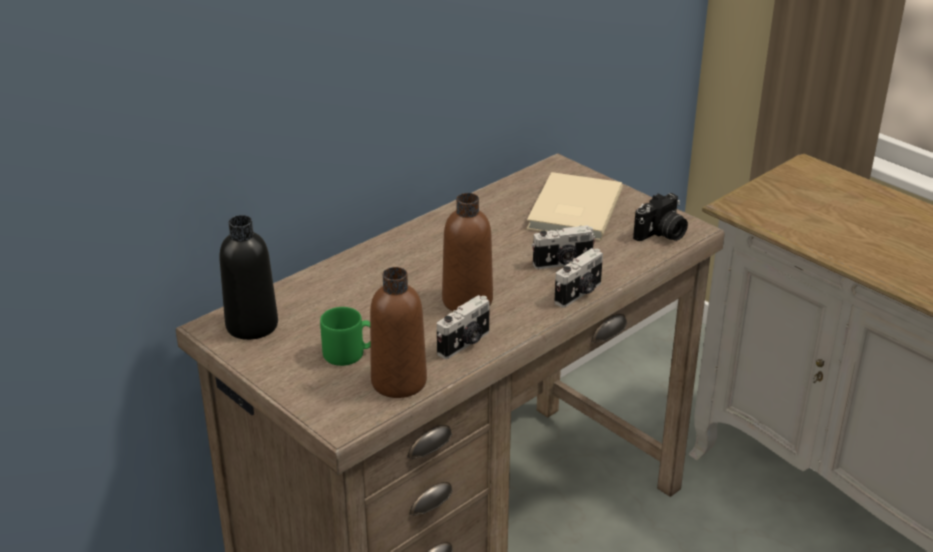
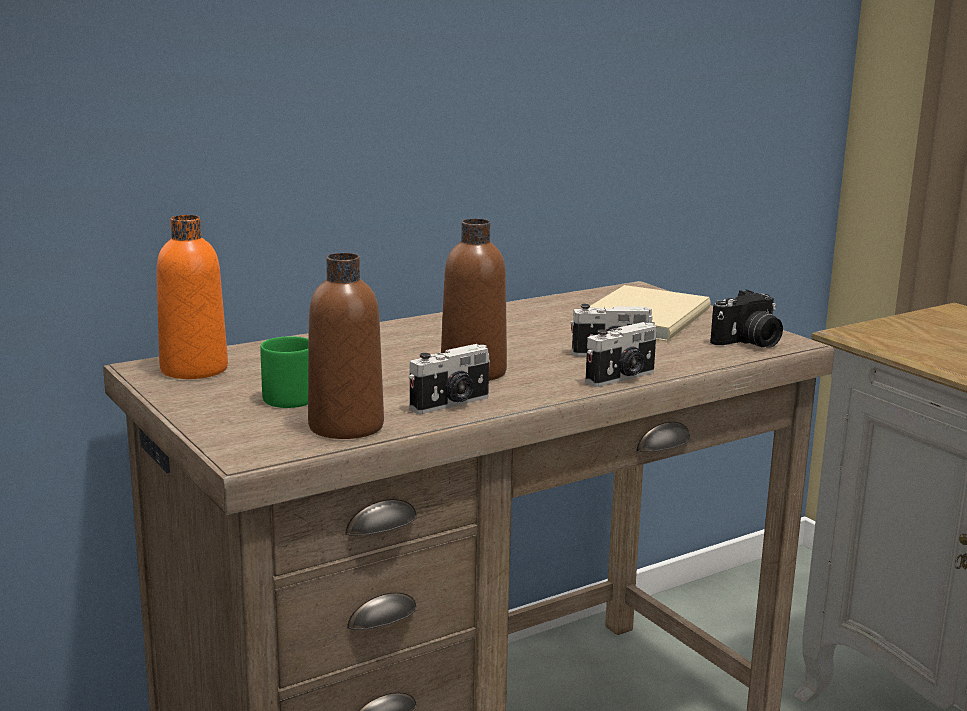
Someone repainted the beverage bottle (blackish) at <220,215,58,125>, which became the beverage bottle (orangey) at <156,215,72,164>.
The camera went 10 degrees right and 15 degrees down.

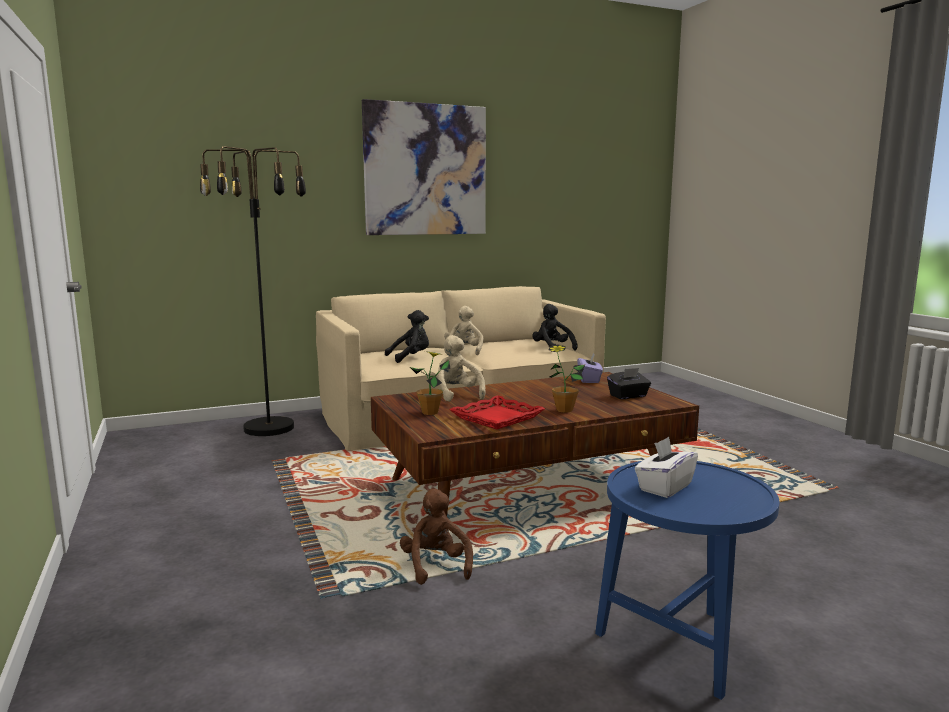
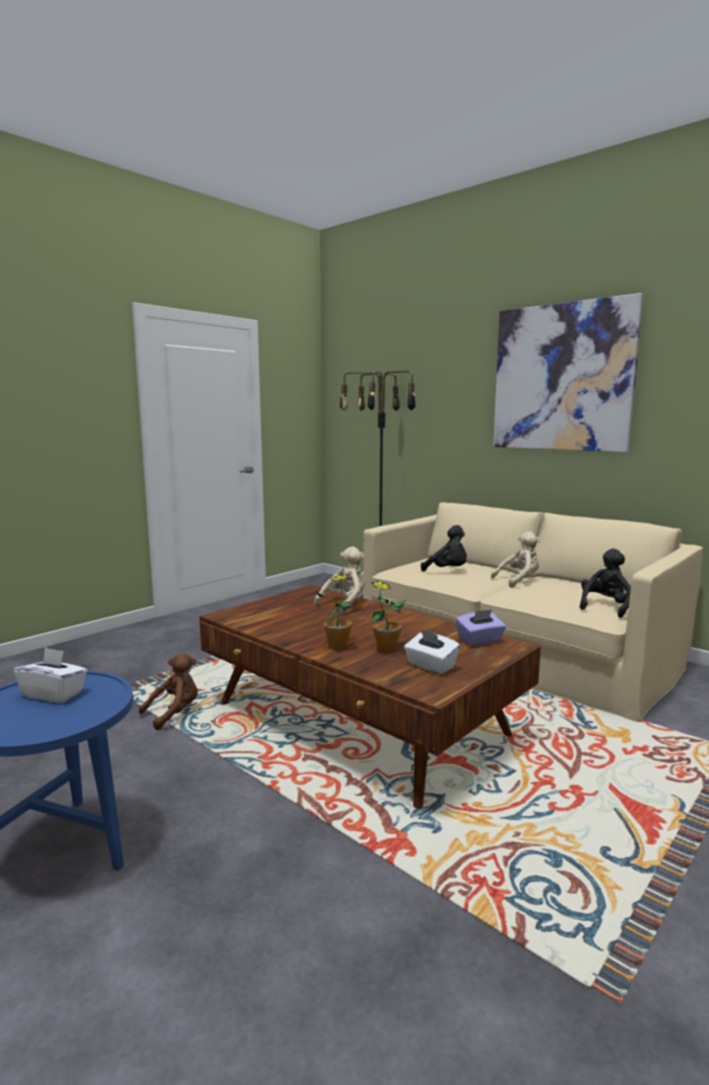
Someone carried the potted plant from <410,351,40,64> to <371,581,36,71>.
Someone repainted the box of tissues (blackish) at <607,368,44,31>, which became the box of tissues (whitish) at <404,629,56,45>.
Someone took away the carrying tray (reddish) at <449,395,96,34>.
The camera went 65 degrees right and 0 degrees up.

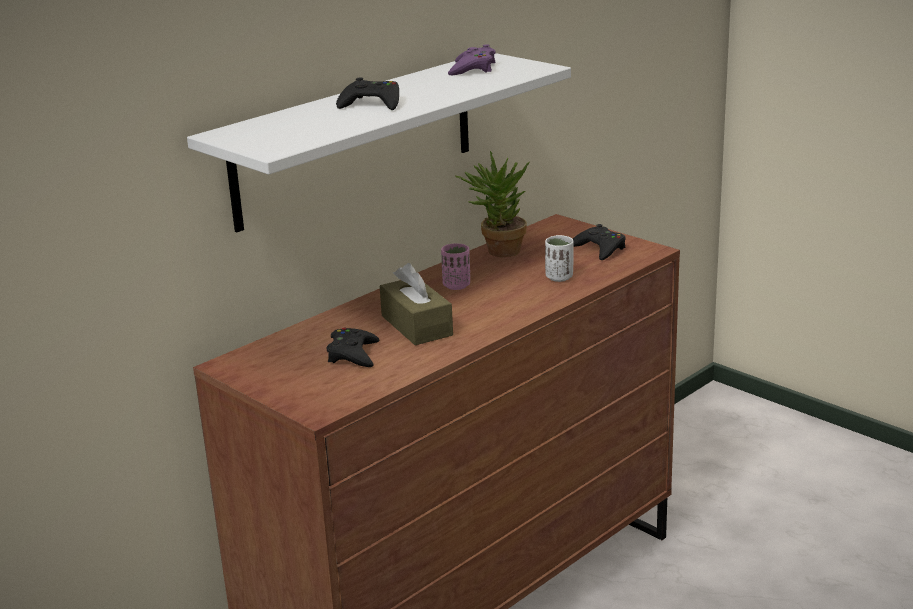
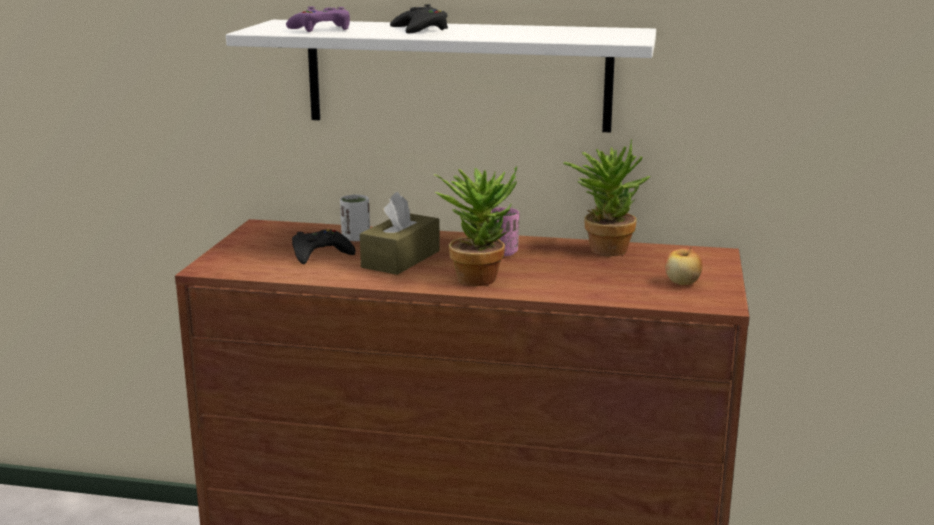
Someone carried the game controller (purple) from <448,44,47,31> to <286,7,64,25>.
Someone swapped the game controller (blackish) at <573,224,52,36> for the apple at <665,247,37,38>.
Someone carried the drinking cup (whitish) from <545,235,29,47> to <340,195,30,46>.
Someone put down the potted plant at <434,166,83,120>.
The camera went 55 degrees right and 5 degrees down.

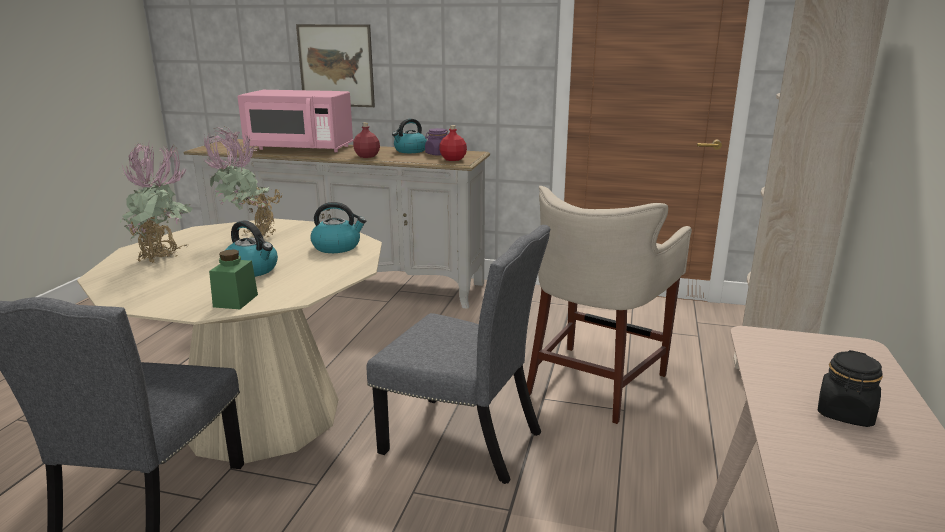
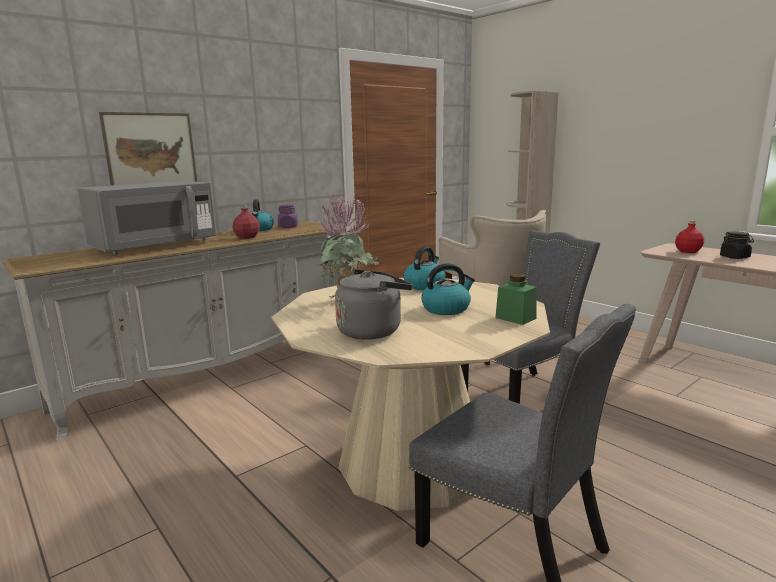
Someone repainted the microwave (pink-coloured) at <238,90,116,62>, which became the microwave (grey) at <78,181,138,74>.
Someone carried the beverage bottle (reddish) from <439,125,28,36> to <675,220,29,33>.
Someone swapped the potted plant at <120,143,73,120> for the water kettle (grey) at <335,269,78,71>.
The camera went 55 degrees left and 5 degrees down.

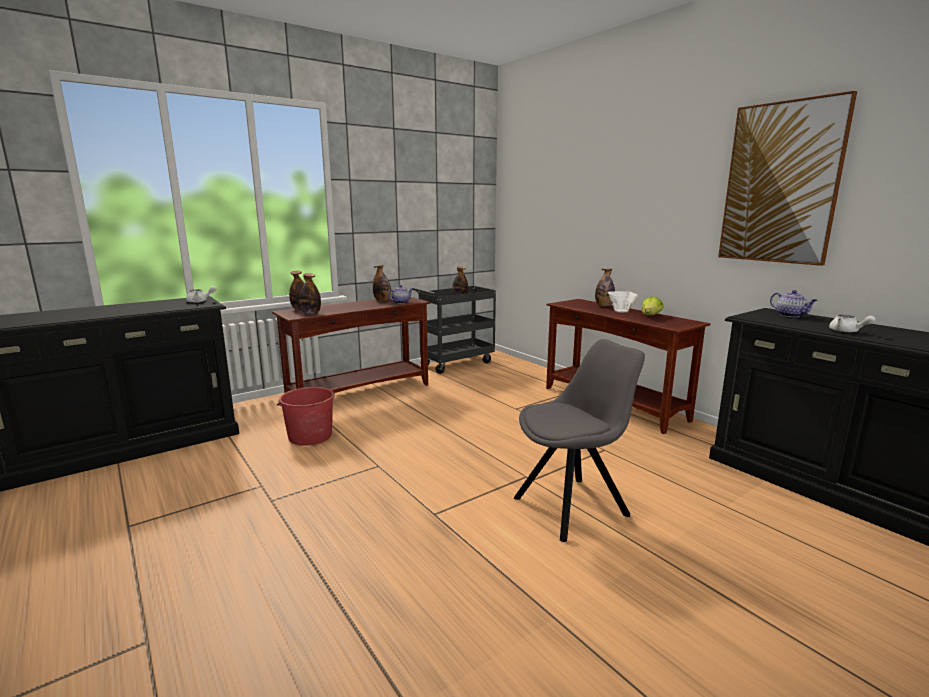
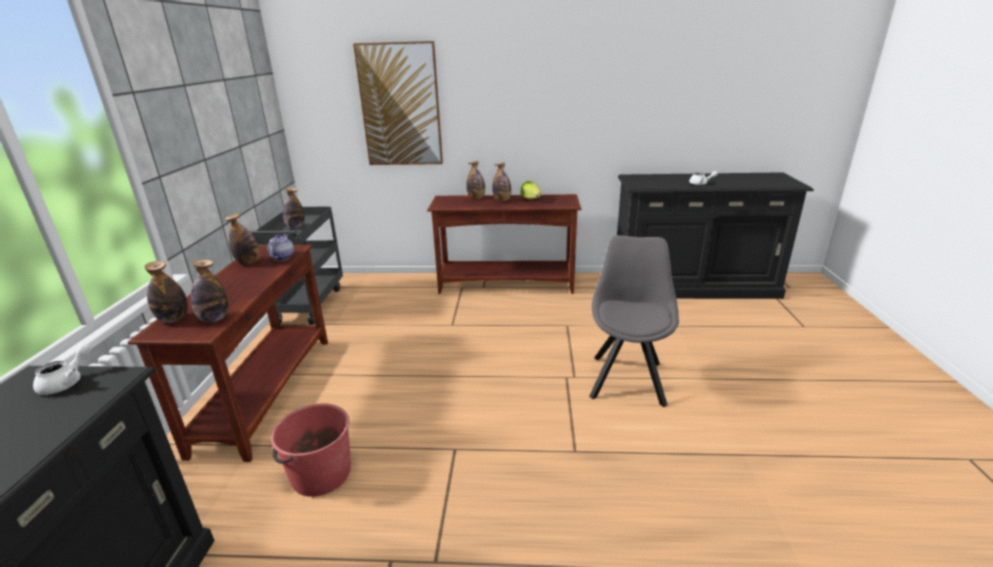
Someone carried the wall art from <718,91,139,175> to <353,41,90,124>.
Someone took away the tea pot at <770,290,47,27>.
Someone swapped the deep dish at <608,291,30,22> for the beverage bottle at <492,163,19,38>.
The camera went 50 degrees left and 10 degrees up.

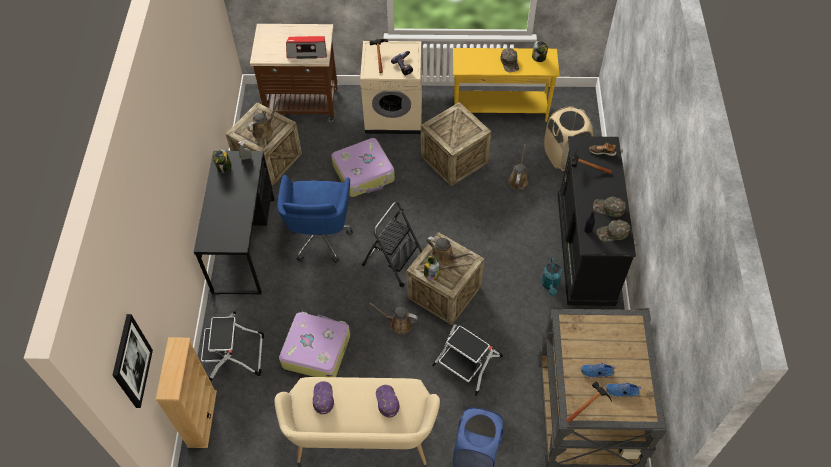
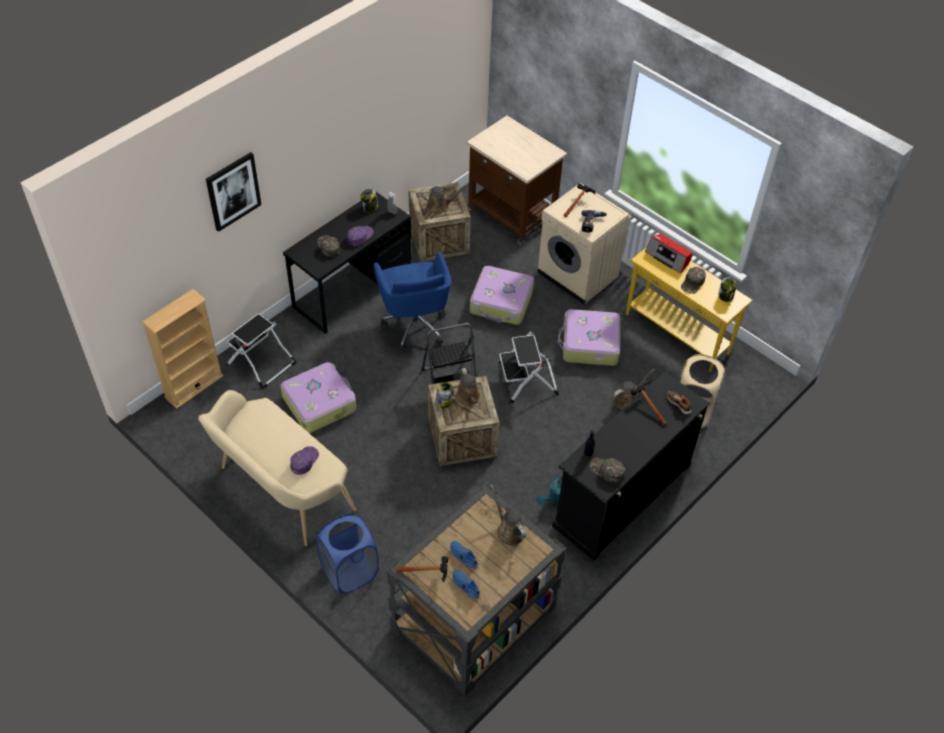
Someone carried the radio set from <286,36,41,23> to <645,234,48,39>.
Someone swapped the crate at <421,102,70,84> for the suitcase at <557,309,63,57>.
Someone rotated the computer chair (blue) at <277,175,76,88> by 60 degrees counterclockwise.
Someone carried the peaked cap (green) from <593,197,33,20> to <317,235,23,22>.
Someone carried the watering pot (brown) from <369,303,49,31> to <490,484,37,61>.
Someone carried the wall art from <112,314,41,94> to <206,152,56,80>.
Someone carried the step ladder from <432,323,71,73> to <499,330,60,74>.
Someone carried the peaked cap (purple) from <313,381,21,33> to <347,226,27,20>.
The camera went 40 degrees right and 5 degrees down.

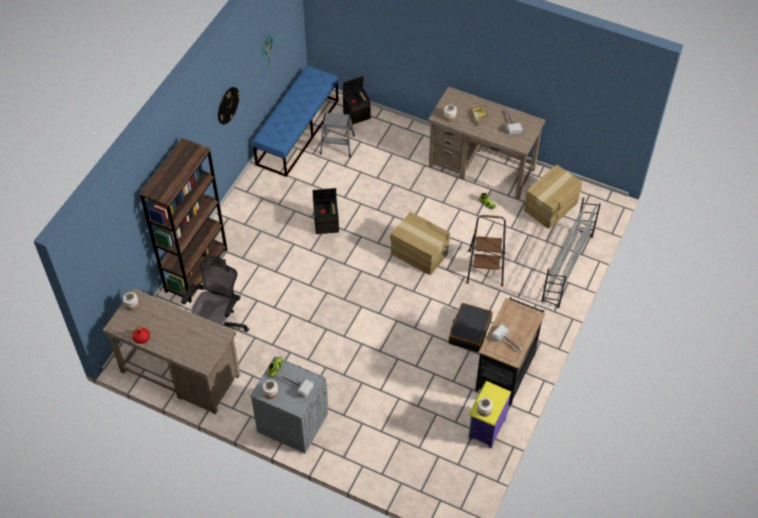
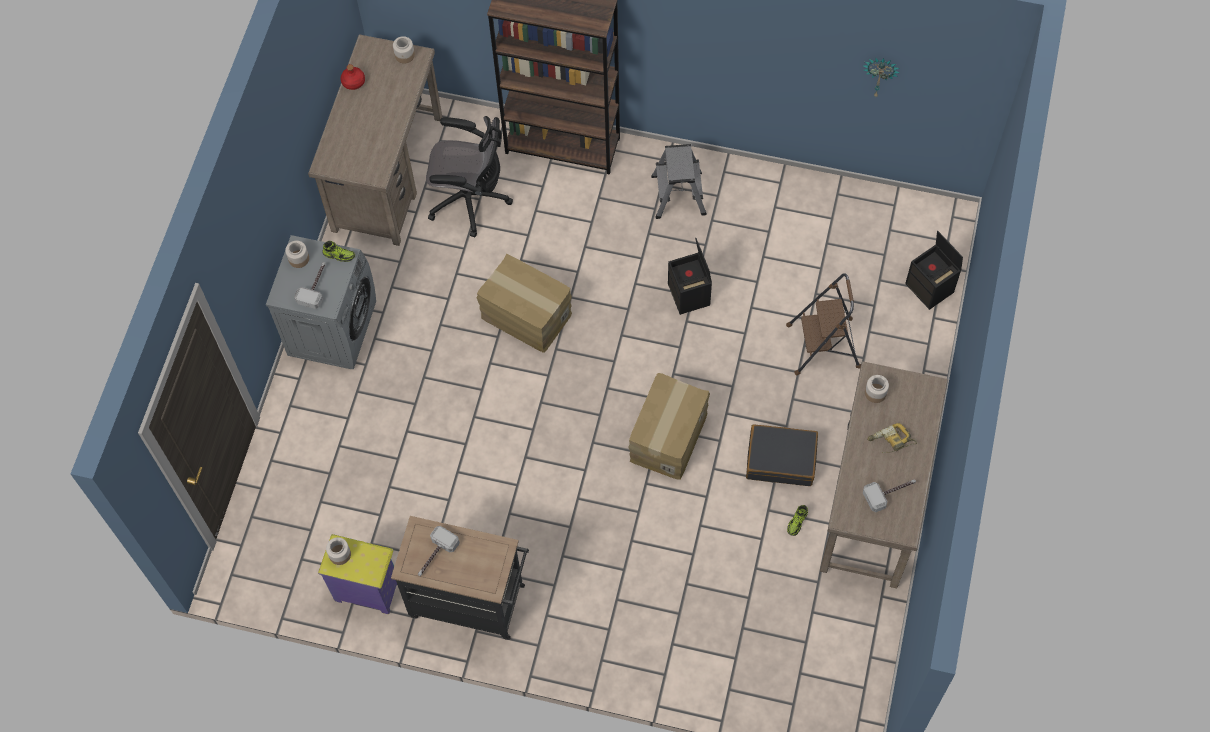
Someone took away the long seat (blue) at <252,66,86,111>.
Someone took away the clock on the wall at <218,87,22,37>.
Someone carried the step ladder (grey) from <320,112,35,46> to <651,144,56,75>.
Someone carried the packing box from <524,165,58,64> to <476,254,96,99>.
Someone took away the shoe shelf (grey) at <541,197,60,112>.
Someone carried the step ladder (brown) from <466,215,40,72> to <786,273,75,102>.
Someone carried the suitcase (blackish) from <448,303,45,49> to <746,424,72,62>.
The camera went 80 degrees right and 10 degrees up.

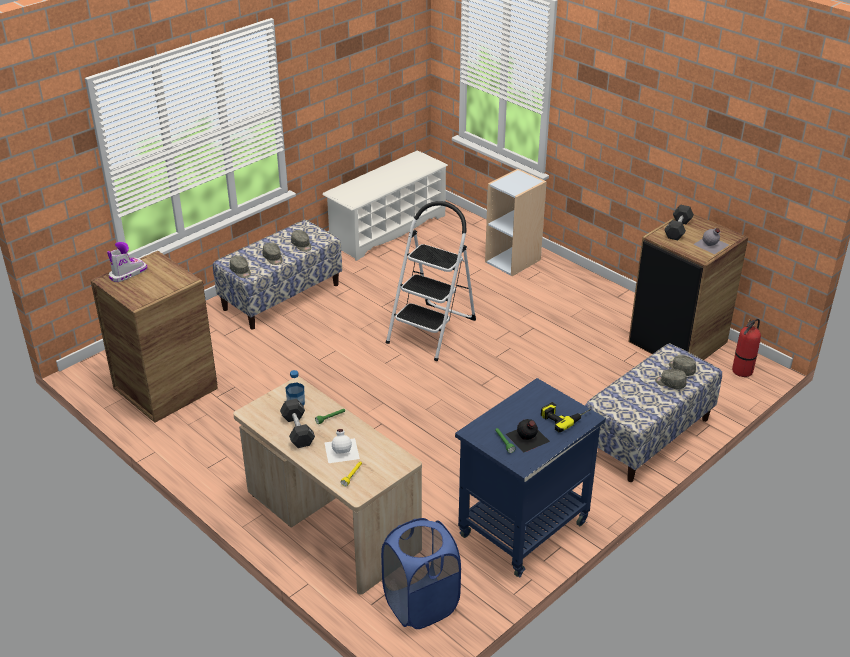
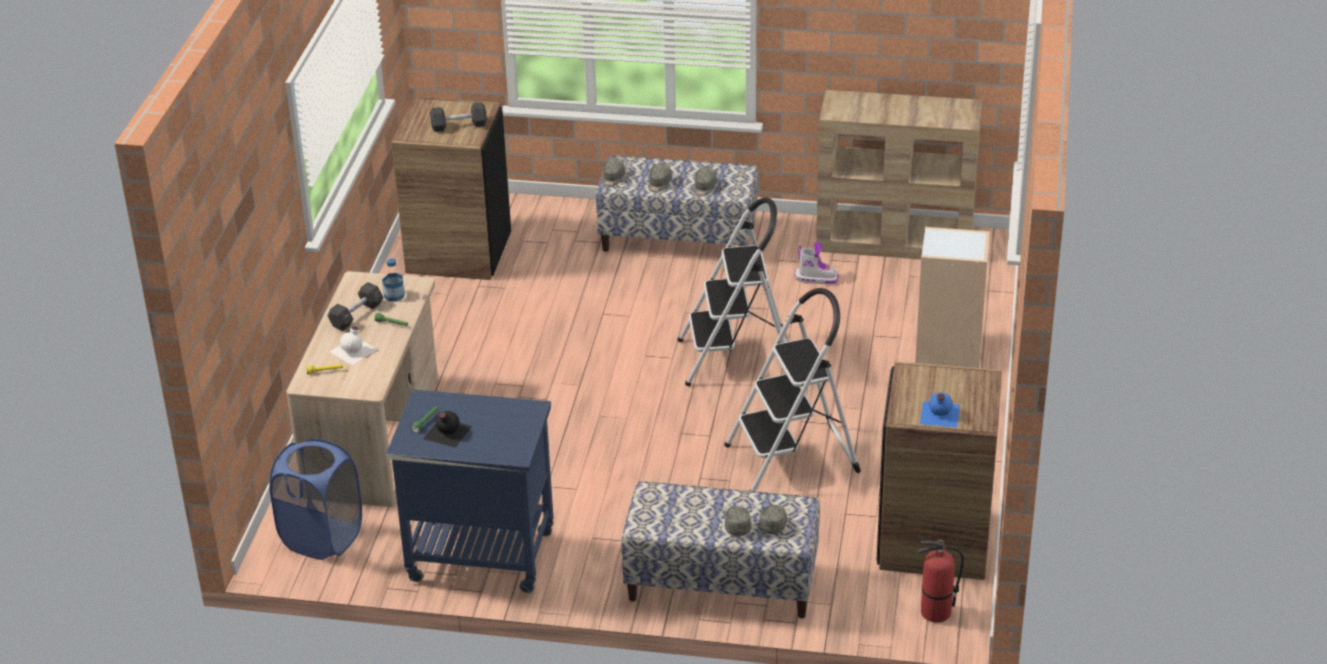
Someone swapped the shoe shelf (whitish) at <322,150,126,111> for the shelving unit (brown) at <816,90,166,169>.
Someone carried the hand weight (blackish) from <665,205,29,35> to <430,102,57,30>.
Someone repainted the beverage bottle (grey) at <693,228,36,26>, which became the beverage bottle (blue) at <920,392,40,36>.
Someone carried the boot from <107,242,40,40> to <795,242,43,42>.
Someone took away the electric drill at <541,402,50,31>.
Someone put down the step ladder at <724,288,137,203>.
The camera went 55 degrees right and 0 degrees up.

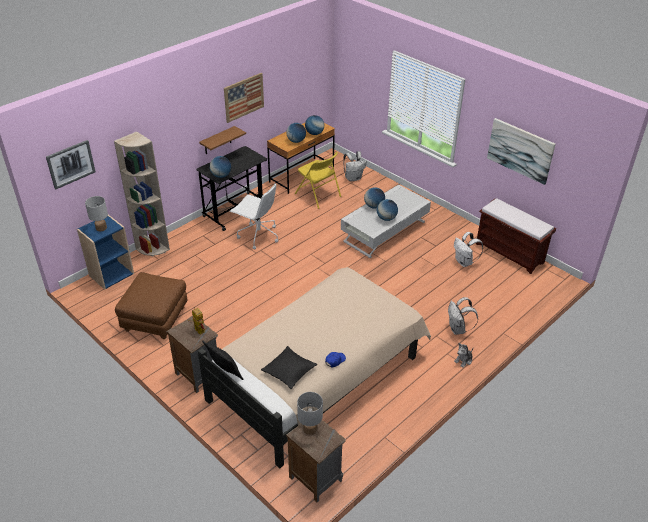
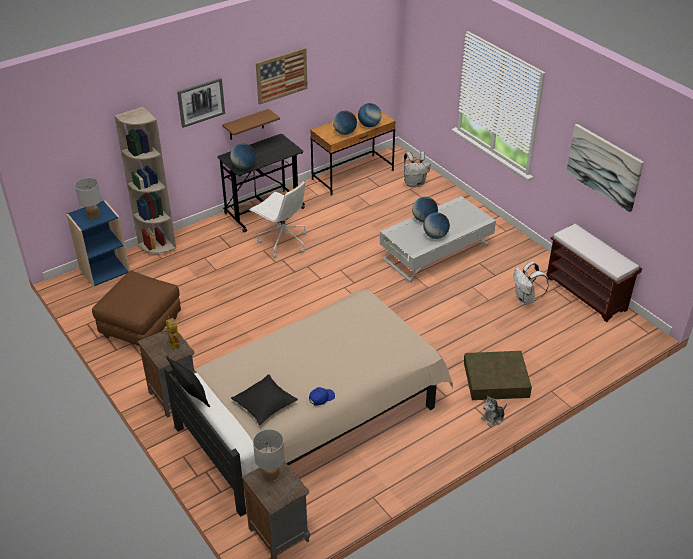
Someone carried the wall art from <46,140,50,50> to <177,78,48,50>.
Someone took away the plain chair (yellowish) at <295,152,46,57>.
Someone swapped the knapsack (whitish) at <448,297,30,38> for the storage bin (brown) at <464,351,68,49>.
The camera went 10 degrees right and 0 degrees up.

